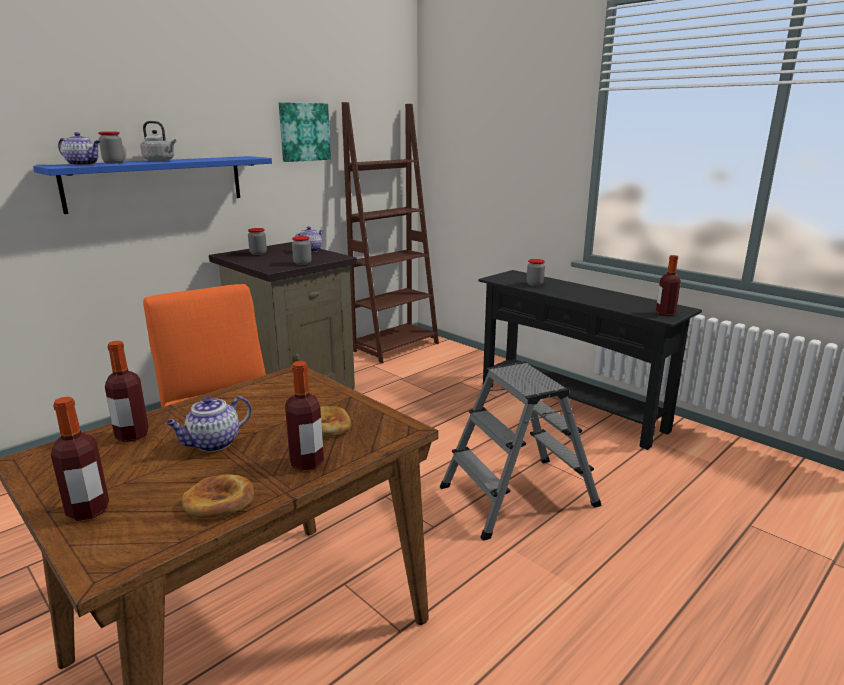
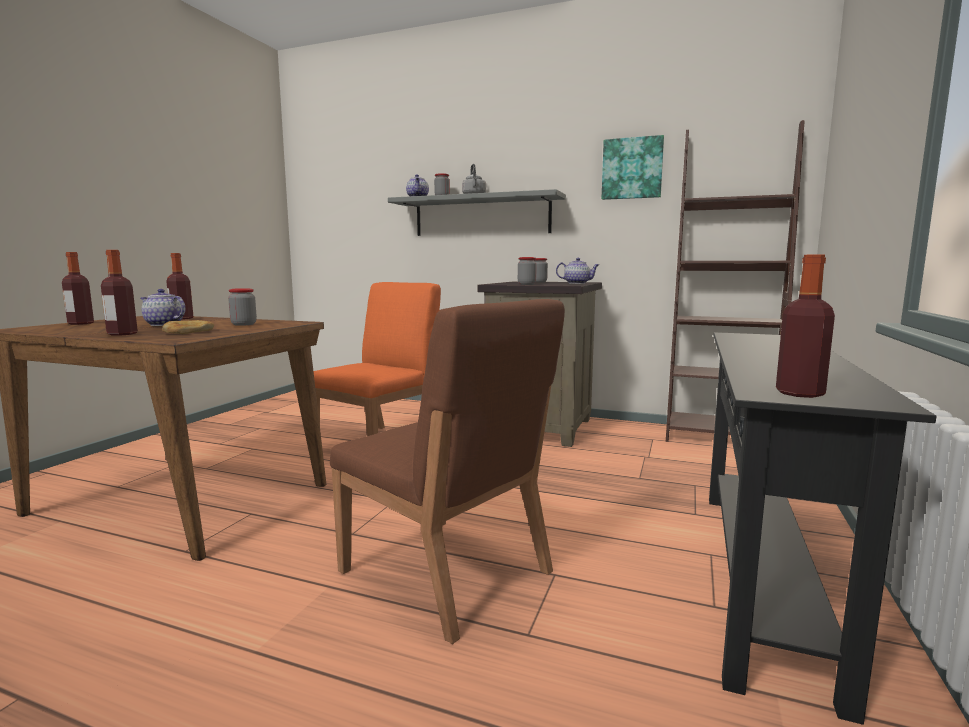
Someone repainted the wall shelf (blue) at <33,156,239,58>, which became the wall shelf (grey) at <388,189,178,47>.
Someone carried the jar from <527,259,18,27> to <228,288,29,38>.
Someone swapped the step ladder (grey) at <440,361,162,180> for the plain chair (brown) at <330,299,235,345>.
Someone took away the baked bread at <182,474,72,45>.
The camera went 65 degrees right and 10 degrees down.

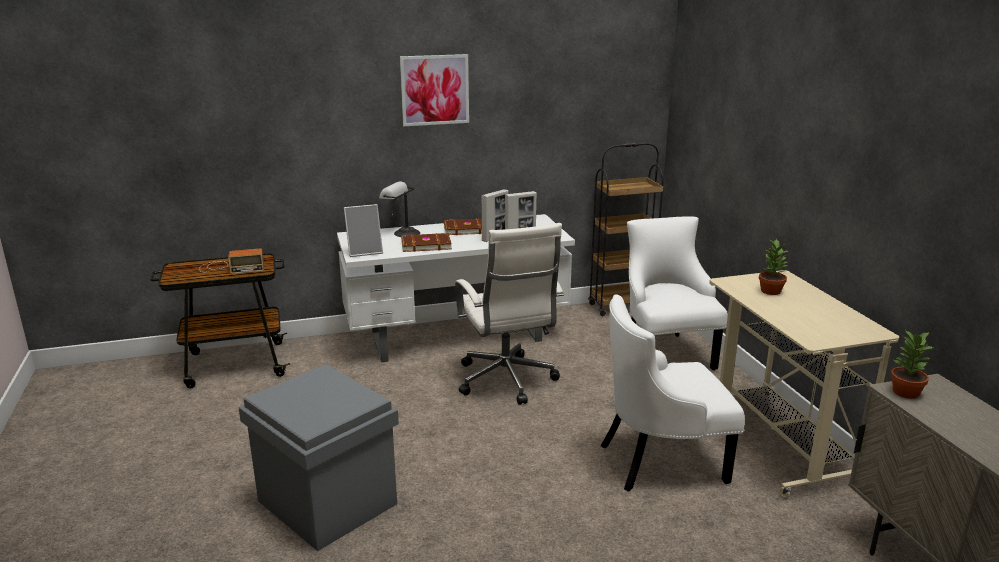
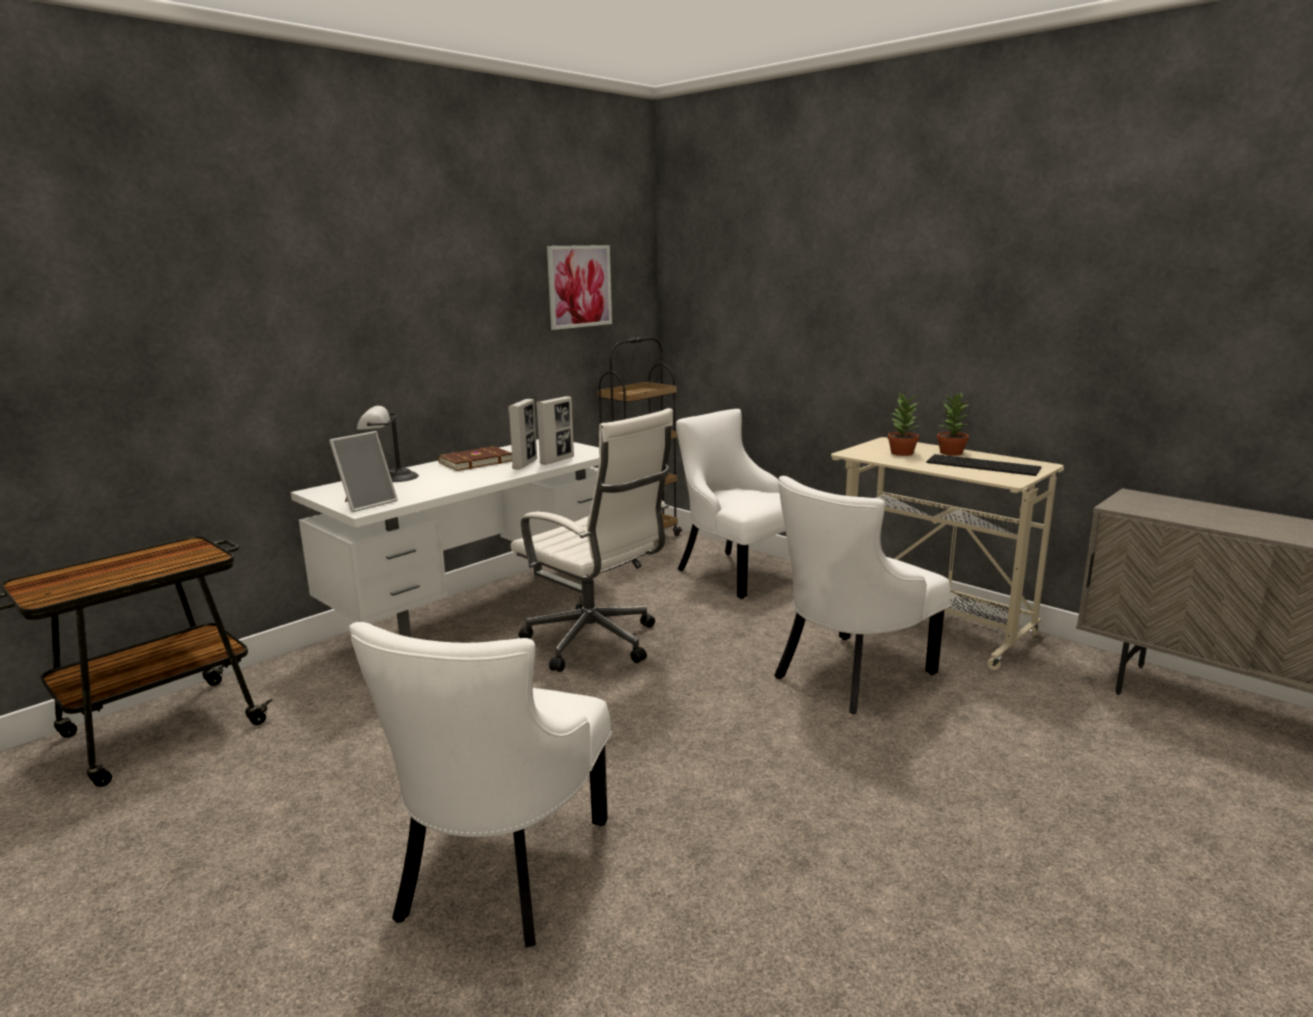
Someone carried the wall art from <400,54,69,72> to <547,245,65,85>.
Someone took away the bound book (brown) at <401,233,51,19>.
Someone took away the radio set at <199,249,65,25>.
Someone carried the potted plant from <891,330,43,69> to <937,393,32,63>.
Someone swapped the storage bin (grey) at <239,364,160,187> for the plain chair (whitish) at <349,622,263,326>.
Someone put down the keyboard at <926,454,115,22>.
The camera went 30 degrees left and 5 degrees down.

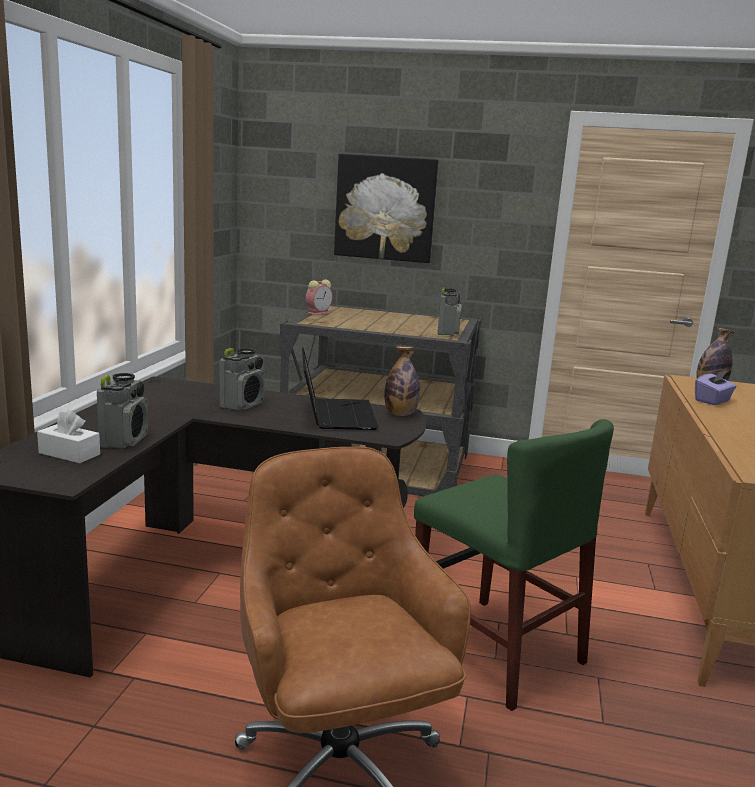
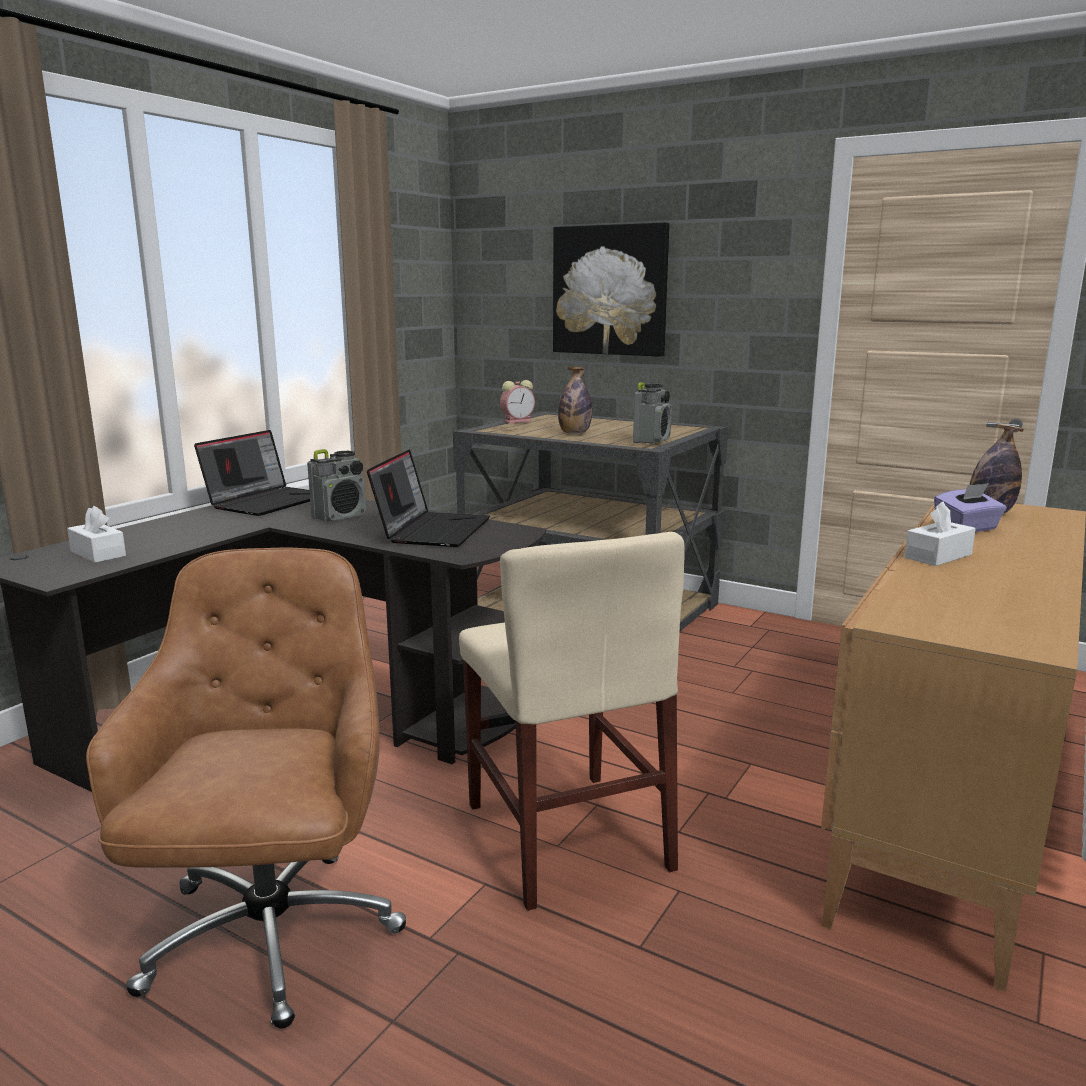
Someone carried the beverage bottle from <384,346,36,70> to <558,367,34,67>.
Someone took away the radio set at <97,373,51,76>.
Someone repainted the plain chair (green) at <414,419,200,292>, which became the plain chair (sand-coloured) at <459,532,225,379>.
Someone put down the portable computer at <194,430,116,86>.
Someone put down the box of tissues (whitish) at <904,502,72,64>.
The camera went 20 degrees right and 0 degrees up.

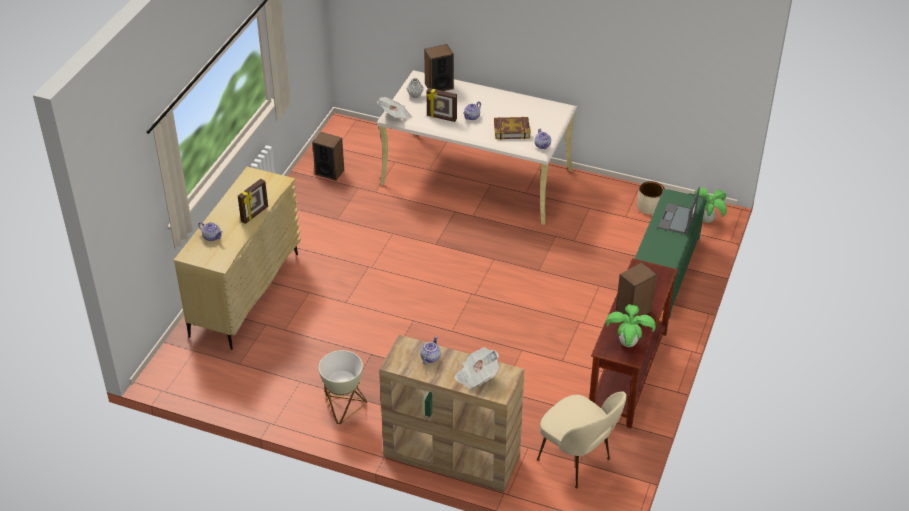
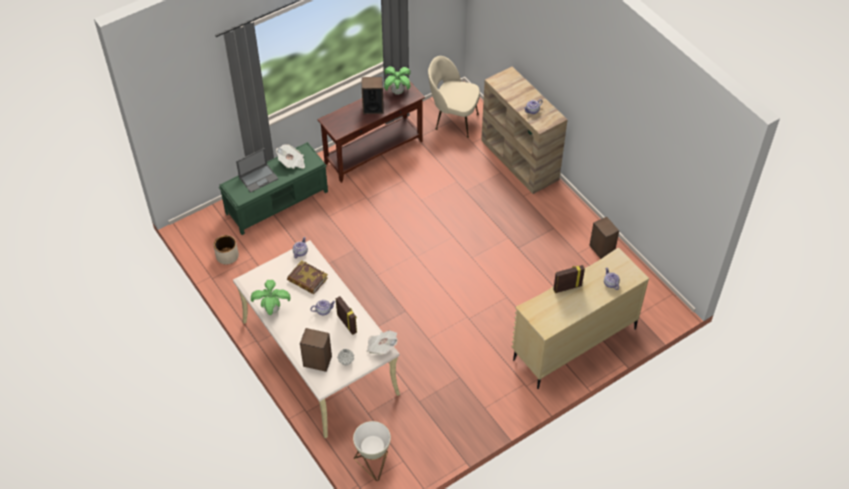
Someone carried the audio speaker from <312,132,32,49> to <589,217,30,42>.
Someone carried the potted plant from <694,188,33,35> to <251,280,39,35>.
Someone carried the daily paper from <454,347,45,43> to <276,144,29,25>.
Someone carried the planter from <318,350,50,74> to <353,421,38,60>.
Someone rotated the plain chair (sand-coloured) at <537,392,89,96> by 60 degrees counterclockwise.
The camera went 145 degrees left and 10 degrees up.

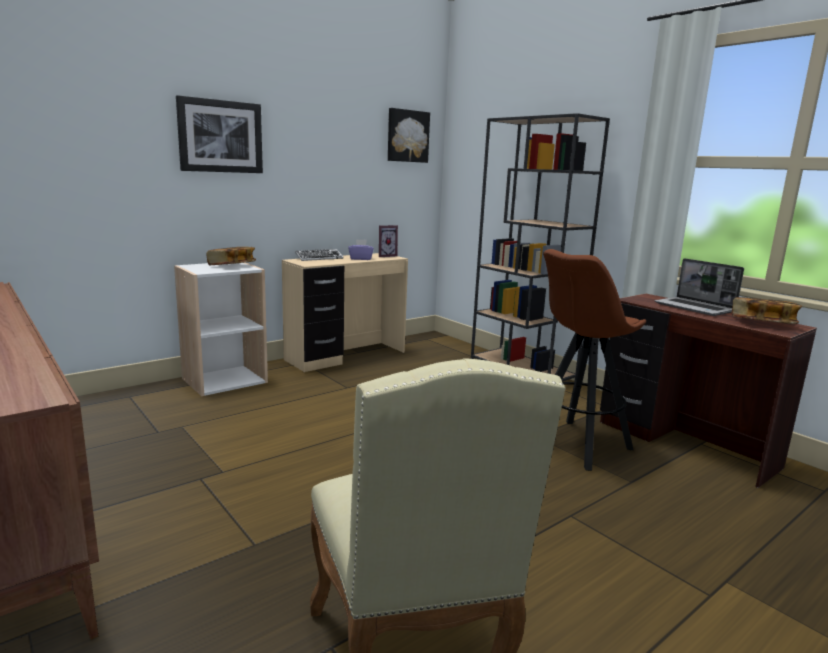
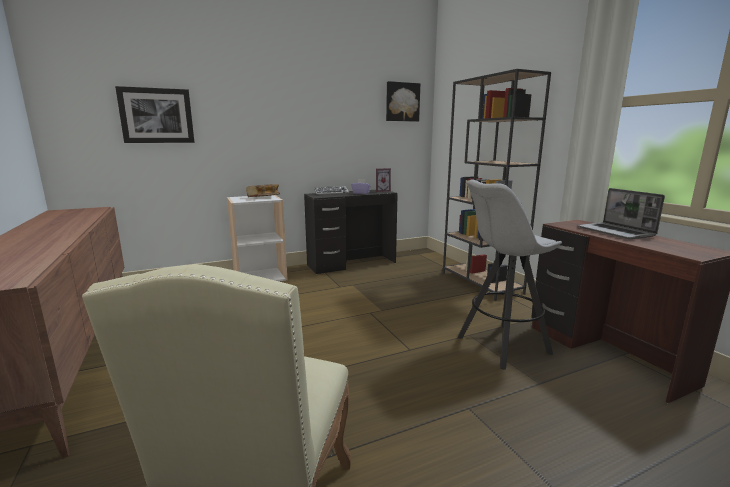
Someone carried the wall art from <176,95,87,78> to <115,86,80,57>.
Someone repainted the stool seat (brown) at <543,249,103,222>, which became the stool seat (grey) at <458,180,104,190>.
Someone repainted the desk table (sand-coloured) at <282,253,126,119>, which became the desk table (blackish) at <304,190,94,84>.
Someone took away the bound book at <732,297,70,27>.
The camera went 15 degrees right and 0 degrees up.

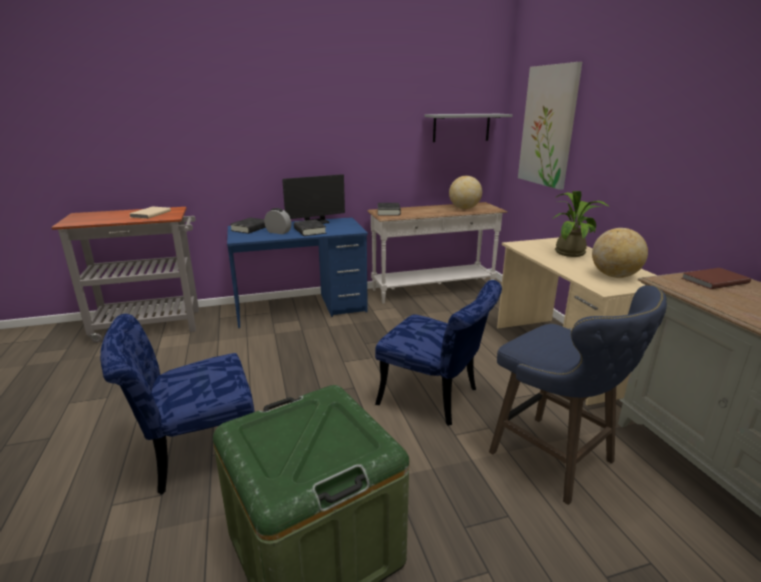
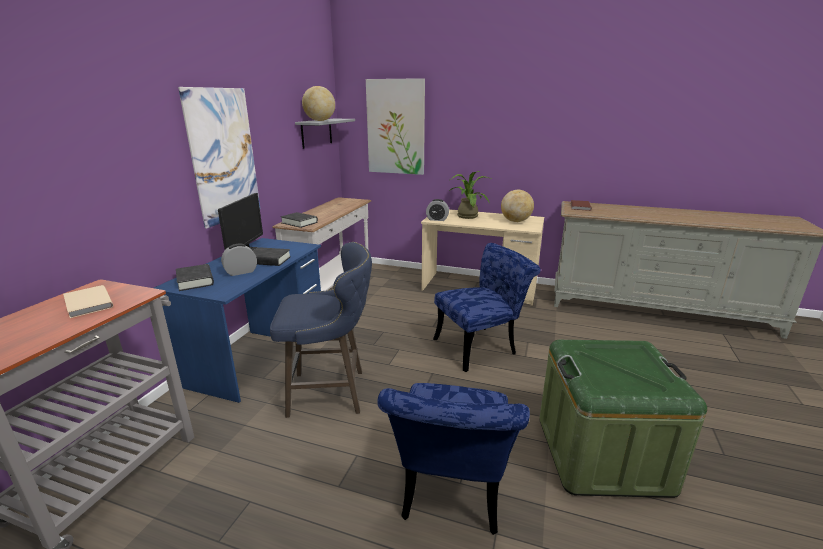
Someone carried the world globe from <449,176,33,33> to <302,86,33,35>.
Someone carried the stool seat (blue) from <489,285,178,220> to <270,242,102,176>.
Someone put up the wall art at <178,87,82,142>.
Someone put down the table clock at <426,199,23,22>.
The camera went 55 degrees left and 0 degrees up.

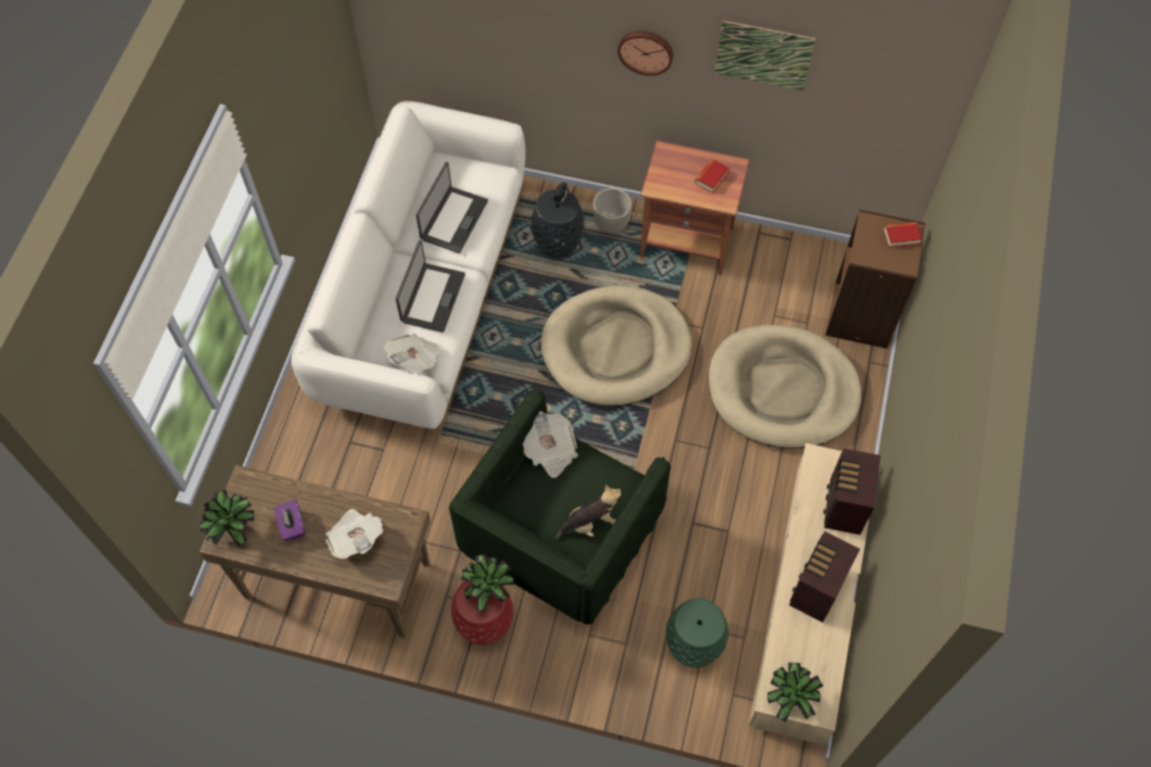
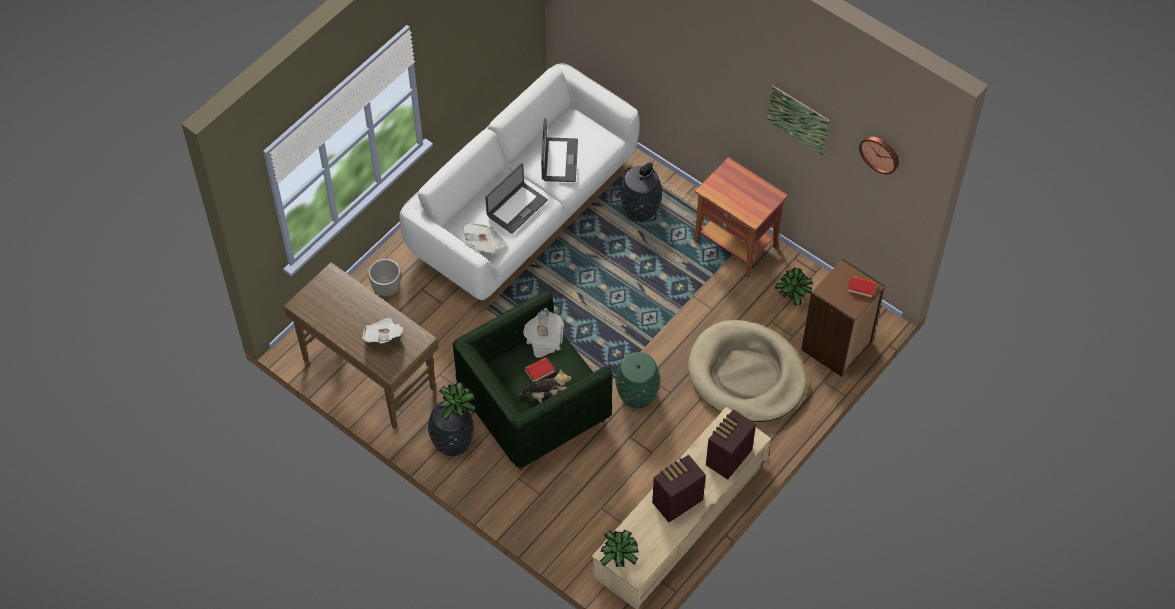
Someone carried the clock on the wall from <618,31,55,45> to <859,136,40,38>.
Someone carried the bound book from <695,159,34,34> to <525,357,30,25>.
Someone rotated the portable computer at <416,162,72,91> by 45 degrees counterclockwise.
Someone carried the planter (grey) from <593,188,39,45> to <368,259,33,37>.
Someone took away the pet bed (sand-coloured) at <541,286,151,120>.
Someone carried the potted plant from <200,490,54,57> to <775,267,38,39>.
Someone took away the box of tissues (purple) at <275,499,30,42>.
Someone repainted the stool seat (reddish) at <451,581,62,64>, which became the stool seat (blackish) at <428,402,46,54>.
Someone carried the stool seat (green) from <666,598,63,69> to <615,352,45,56>.
The camera went 25 degrees right and 5 degrees down.

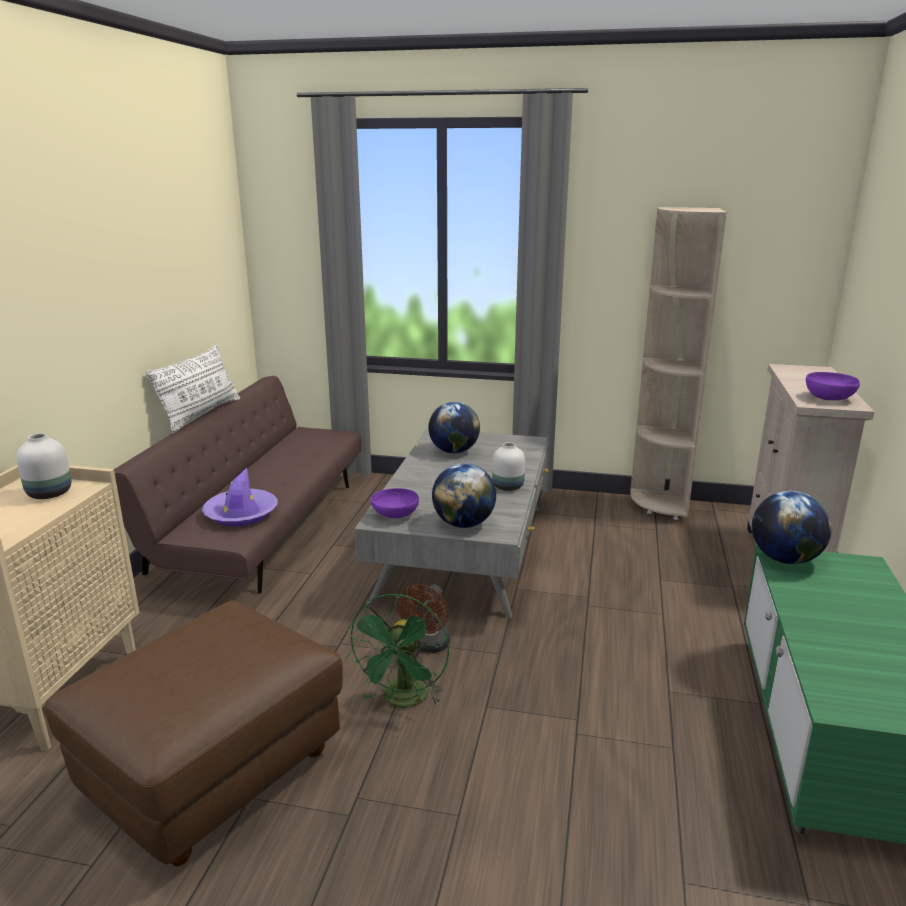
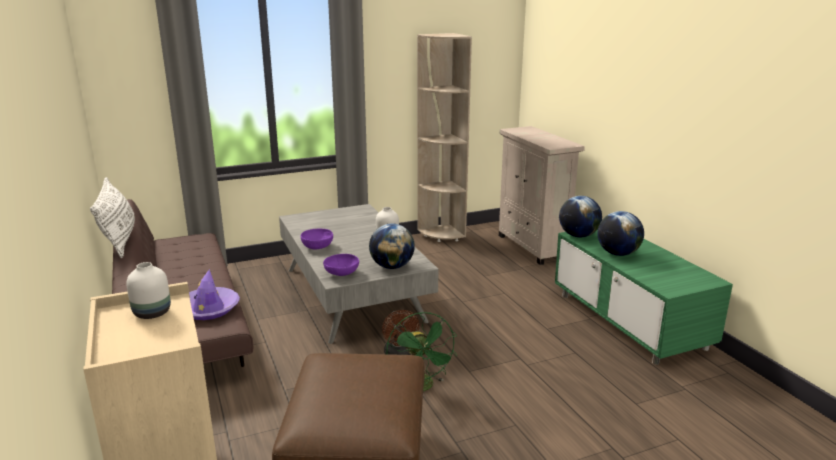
Someone carried the deep dish (purple) from <806,372,54,28> to <301,229,32,20>.
Someone carried the world globe from <428,402,52,51> to <597,211,47,45>.
The camera went 35 degrees left and 0 degrees up.

